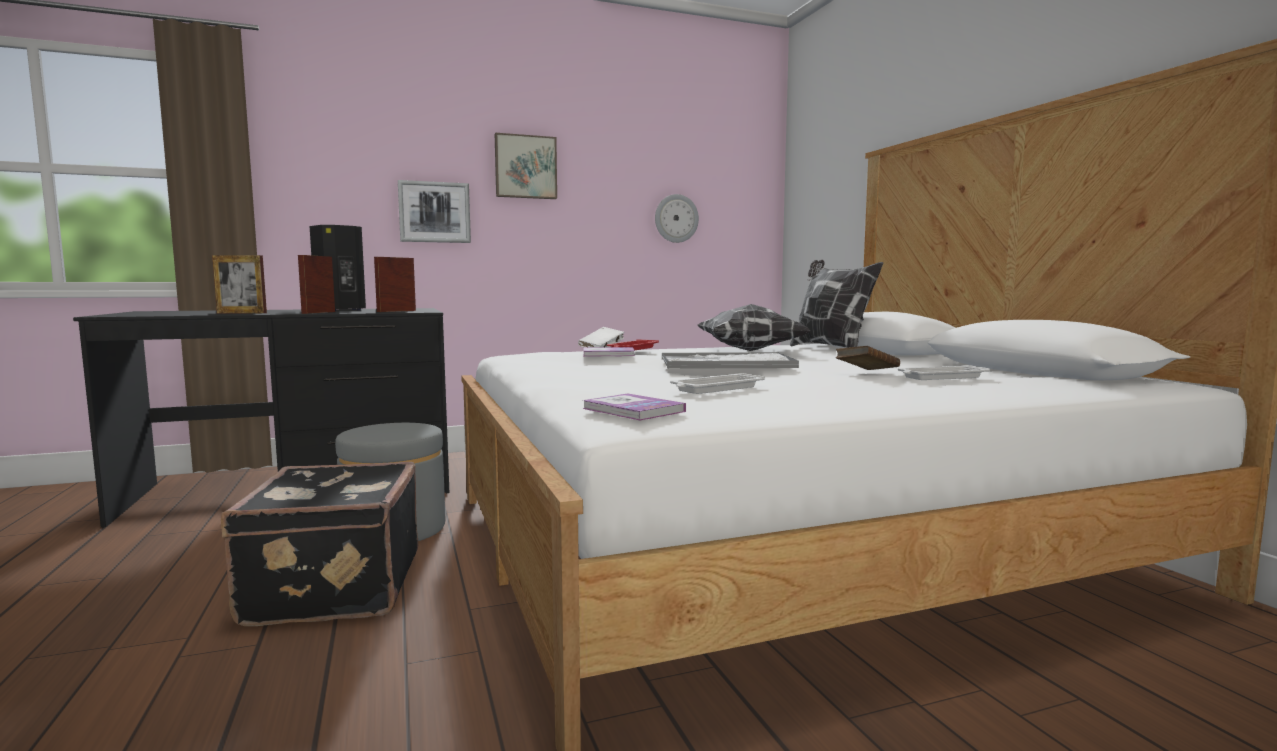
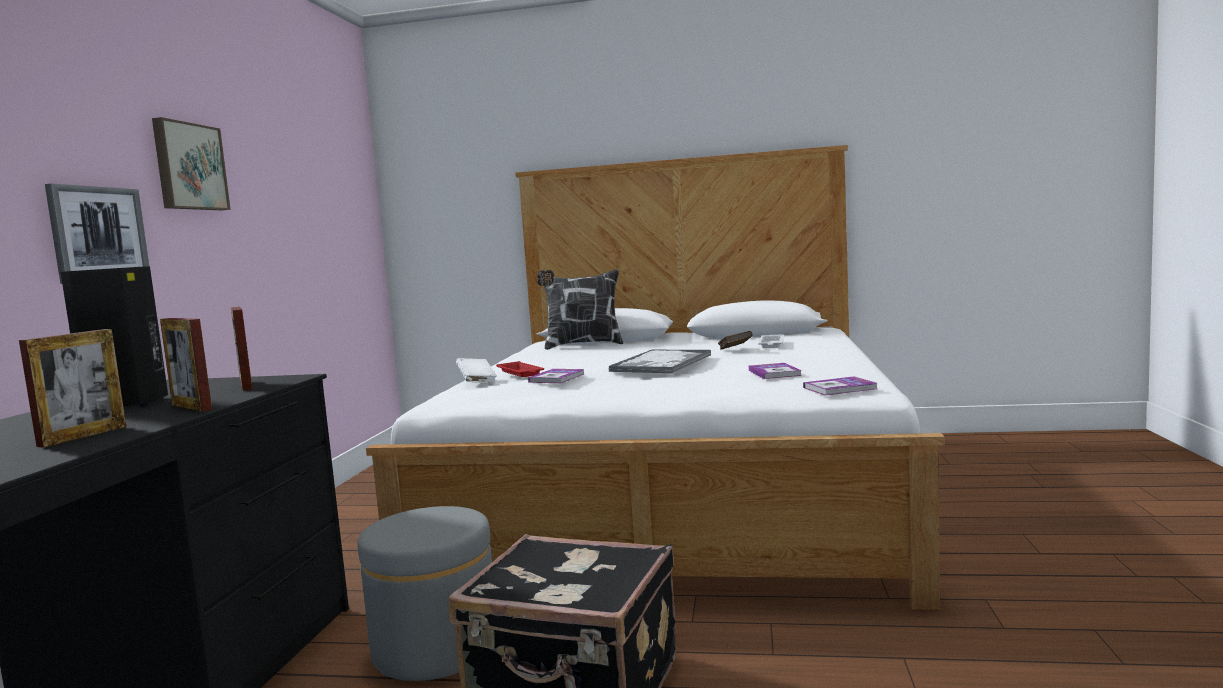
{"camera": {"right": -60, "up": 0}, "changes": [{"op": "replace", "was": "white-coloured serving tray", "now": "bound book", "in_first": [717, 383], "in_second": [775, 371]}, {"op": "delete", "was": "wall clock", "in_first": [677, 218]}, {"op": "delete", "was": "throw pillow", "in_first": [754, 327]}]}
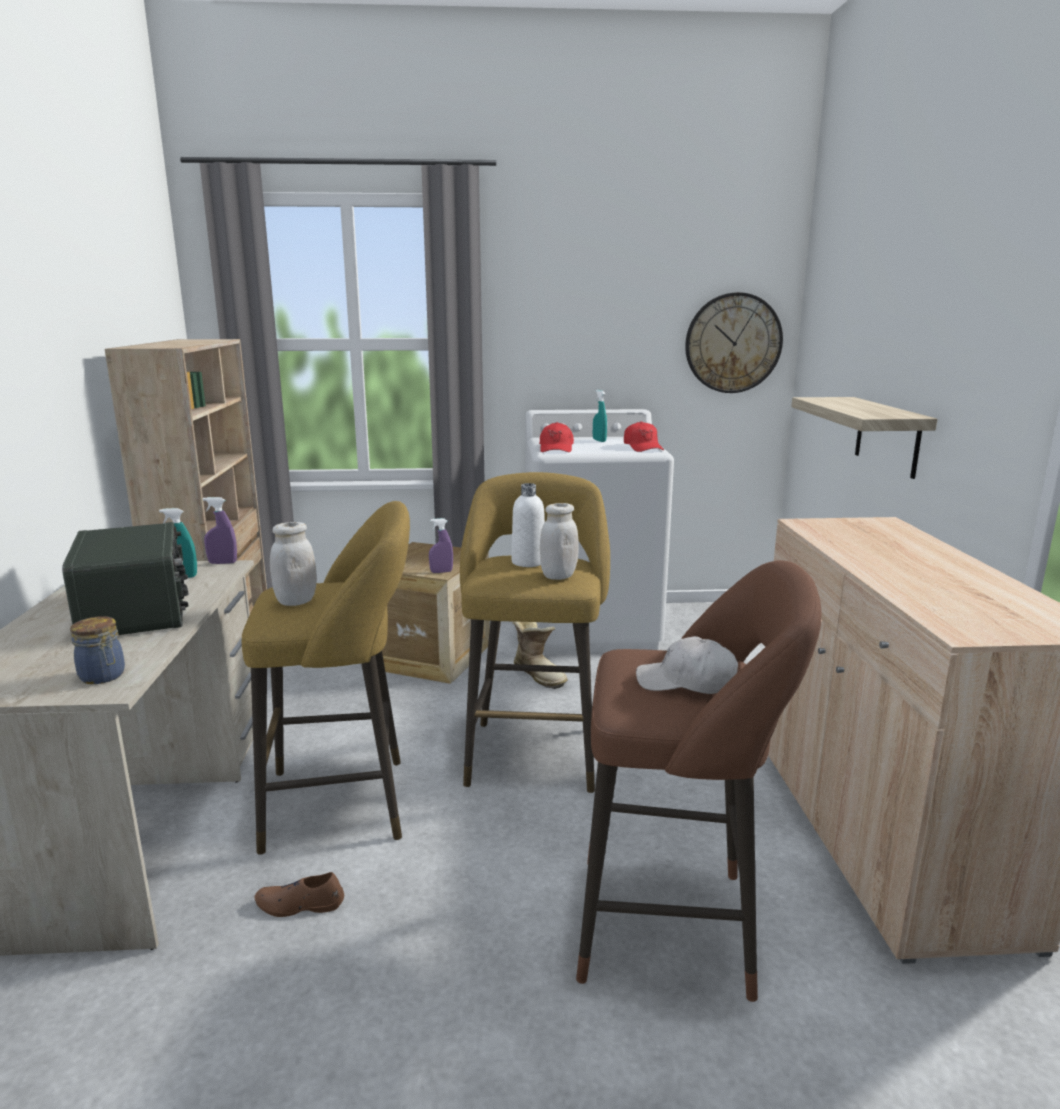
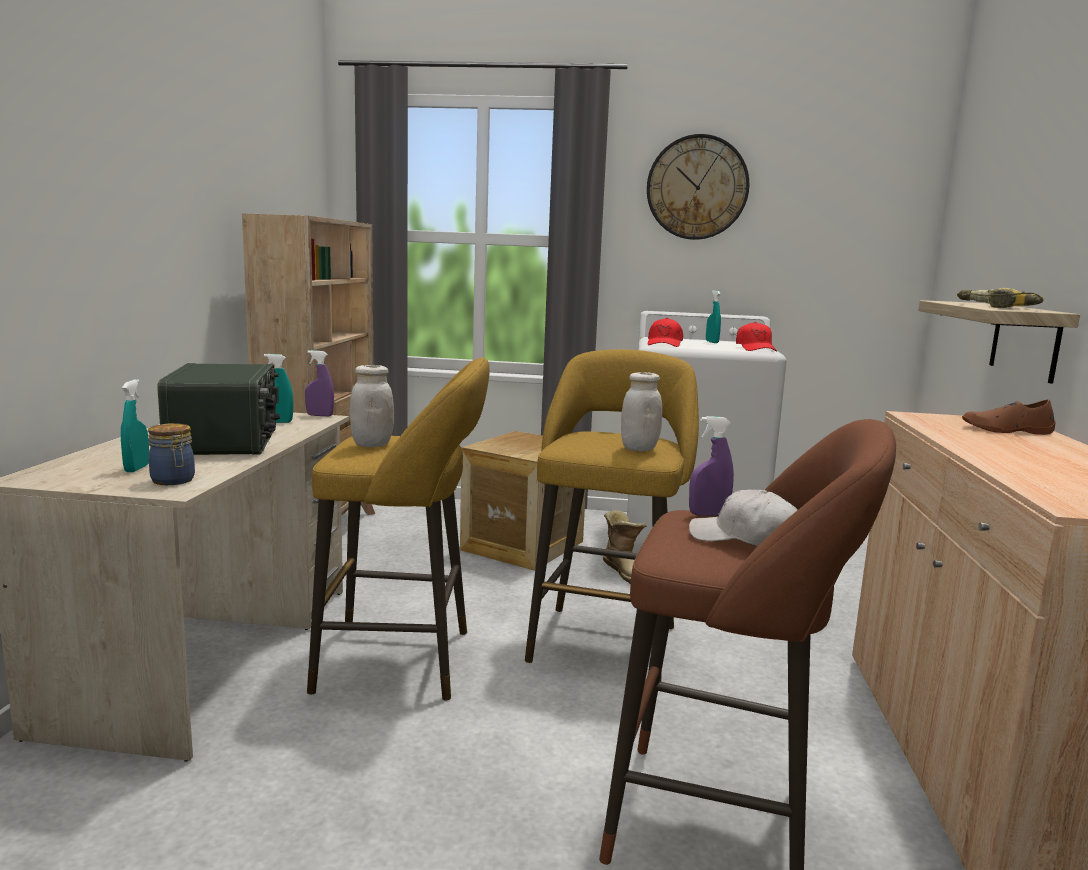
{"camera": {"right": 10, "up": -5}, "changes": [{"op": "insert", "now": "turquoise hand sprayer", "in_second": [135, 425]}, {"op": "move", "was": "wall clock", "in_first": [734, 342], "in_second": [698, 187]}, {"op": "move", "was": "purplish hand sprayer", "in_first": [441, 545], "in_second": [711, 466]}, {"op": "insert", "now": "electric drill", "in_second": [1000, 298]}, {"op": "move", "was": "brown-coloured low shoe", "in_first": [299, 894], "in_second": [1009, 417]}, {"op": "delete", "was": "white-coloured bottle", "in_first": [528, 525]}]}
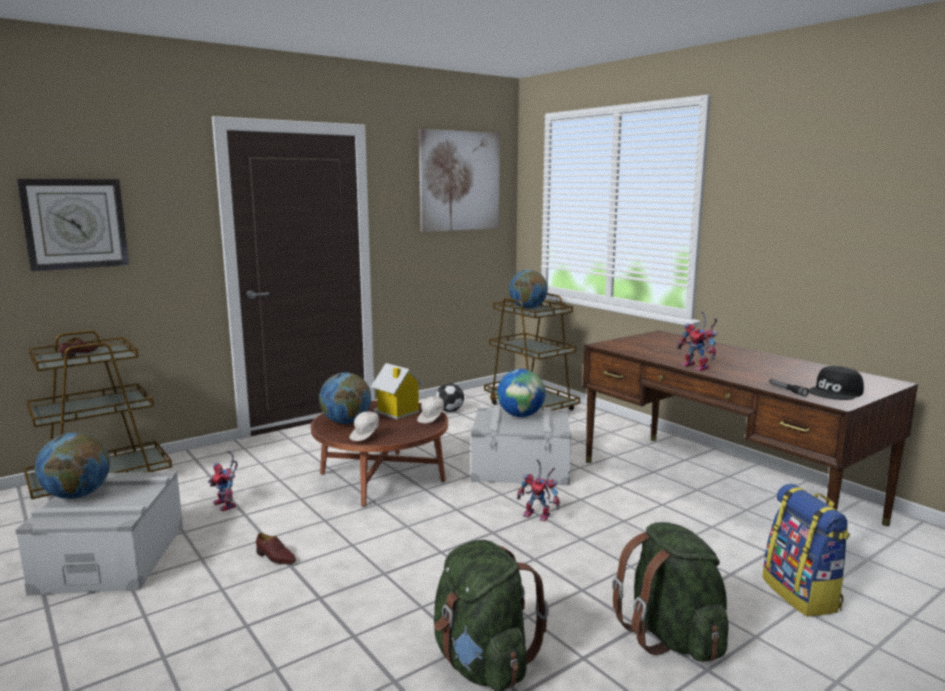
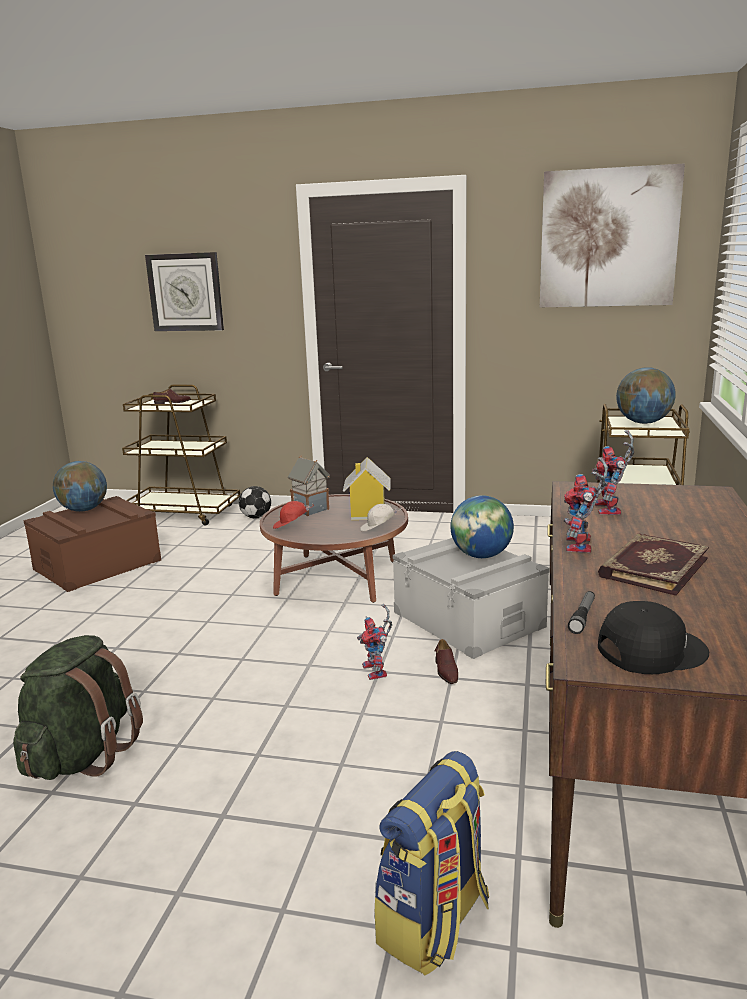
{"camera": {"right": 50, "up": 5}, "changes": [{"op": "recolor", "was": "gray storage container", "now": "brown-coloured storage container", "in_first": [99, 533], "in_second": [92, 544]}, {"op": "move", "was": "football ball", "in_first": [449, 397], "in_second": [255, 502]}, {"op": "recolor", "was": "white-coloured baseball cap", "now": "red baseball cap", "in_first": [364, 426], "in_second": [293, 515]}, {"op": "replace", "was": "desk globe", "now": "toy house", "in_first": [345, 398], "in_second": [309, 486]}, {"op": "move", "was": "brown-coloured low shoe", "in_first": [276, 548], "in_second": [446, 661]}, {"op": "move", "was": "model robot", "in_first": [223, 480], "in_second": [613, 472]}, {"op": "insert", "now": "bound book", "in_second": [653, 564]}, {"op": "rotate", "was": "blackish baseball cap", "in_first": [836, 383], "in_second": [653, 637], "clockwise": 150}, {"op": "delete", "was": "green-coloured rucksack", "in_first": [670, 592]}]}
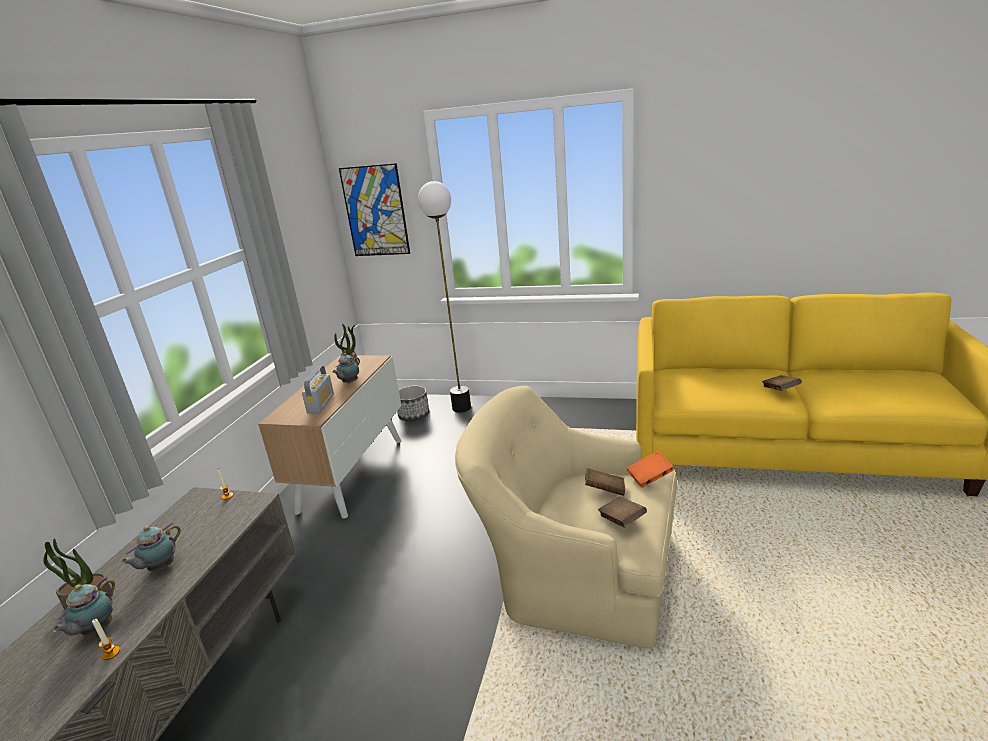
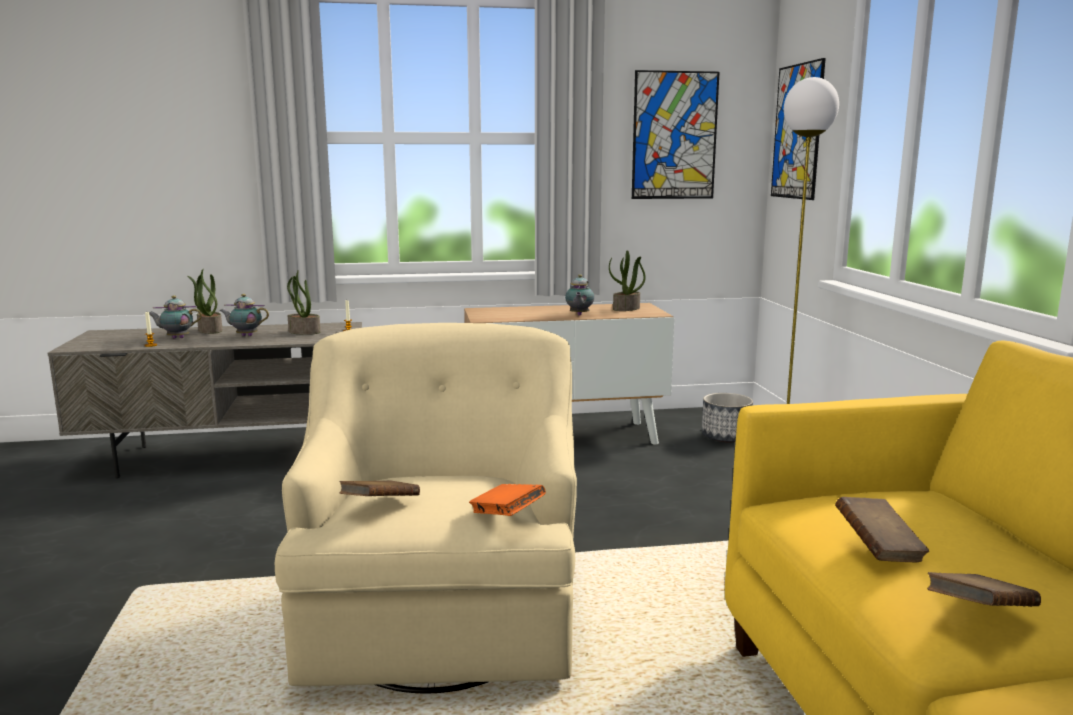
{"camera": {"right": 65, "up": -10}, "changes": [{"op": "insert", "now": "houseplant", "in_second": [304, 302]}, {"op": "rotate", "was": "pot for tea", "in_first": [346, 368], "in_second": [579, 295], "clockwise": -90}, {"op": "insert", "now": "picture", "in_second": [676, 134]}, {"op": "move", "was": "brown-coloured bound book", "in_first": [605, 482], "in_second": [882, 529]}, {"op": "delete", "was": "radio receiver", "in_first": [318, 389]}]}
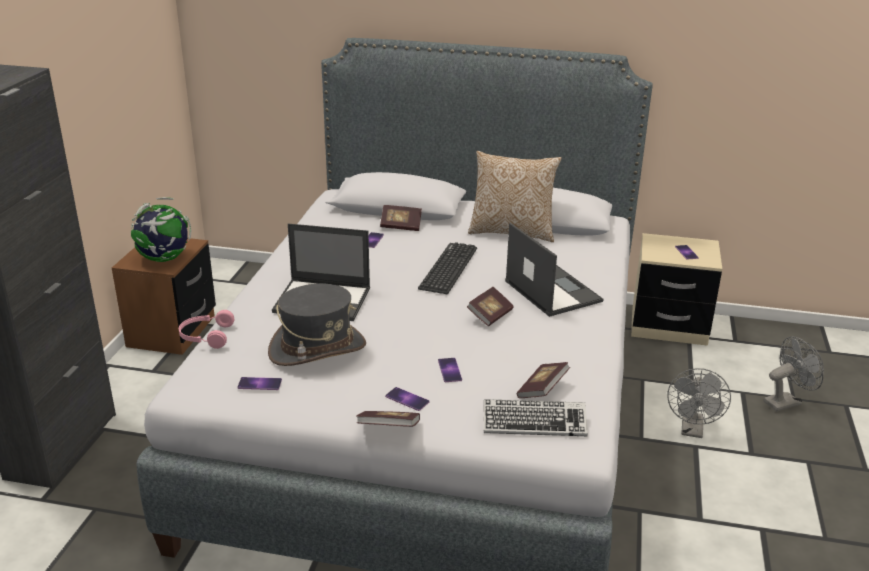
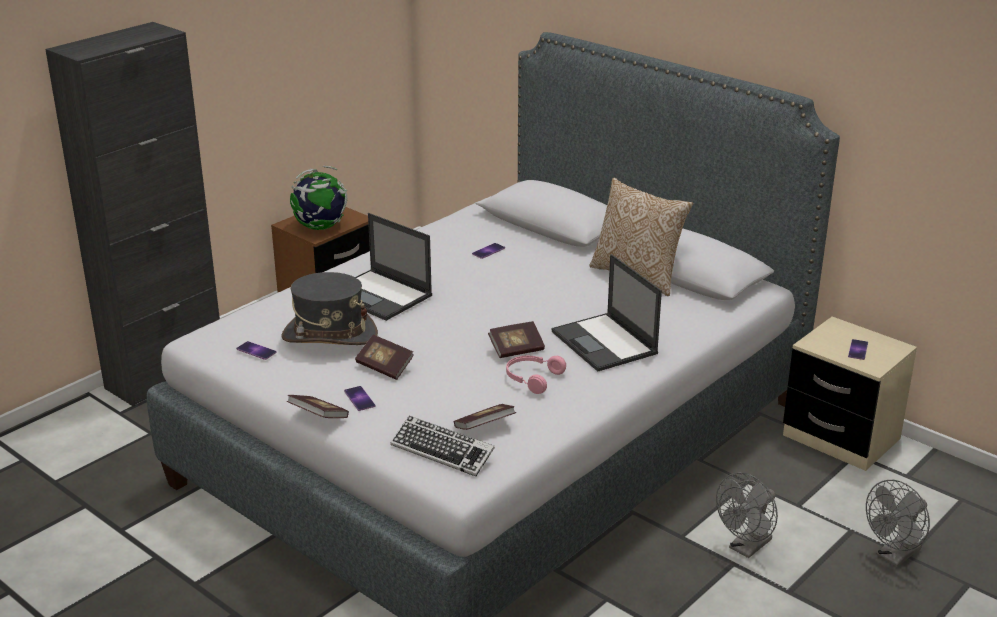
{"camera": {"right": 30, "up": 0}, "changes": [{"op": "move", "was": "bound book", "in_first": [401, 218], "in_second": [384, 357]}, {"op": "move", "was": "pink pair of headphones", "in_first": [206, 329], "in_second": [536, 375]}, {"op": "rotate", "was": "laptop", "in_first": [554, 270], "in_second": [607, 312], "clockwise": 150}, {"op": "rotate", "was": "gray electric fan", "in_first": [793, 374], "in_second": [898, 523], "clockwise": 135}, {"op": "delete", "was": "PC keyboard", "in_first": [447, 268]}, {"op": "delete", "was": "telephone", "in_first": [450, 370]}]}
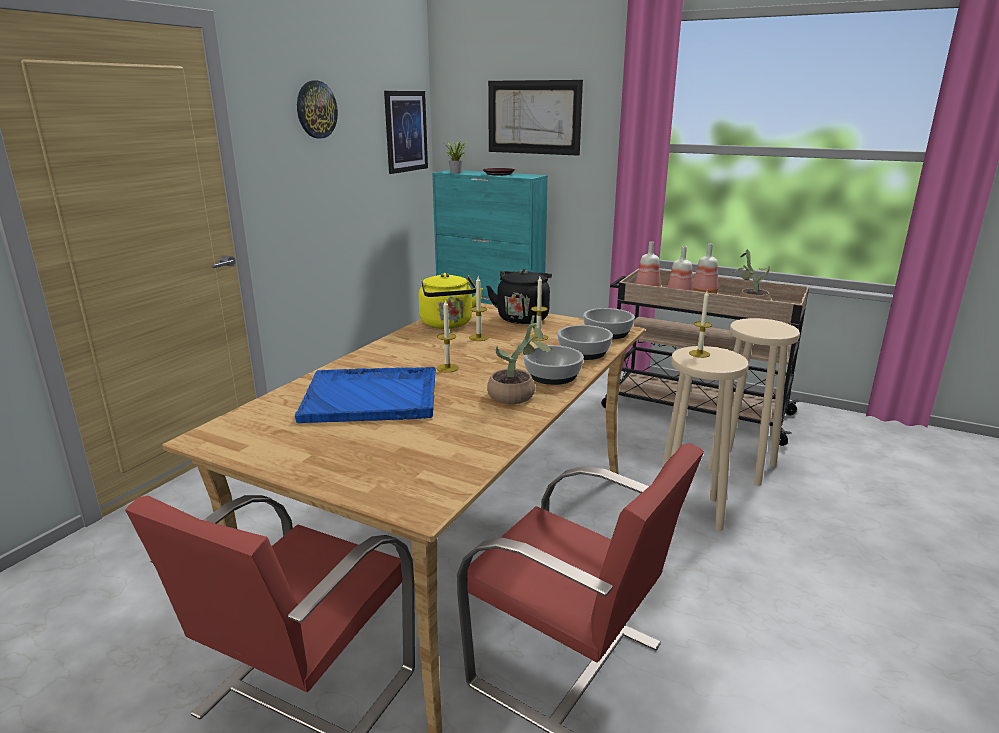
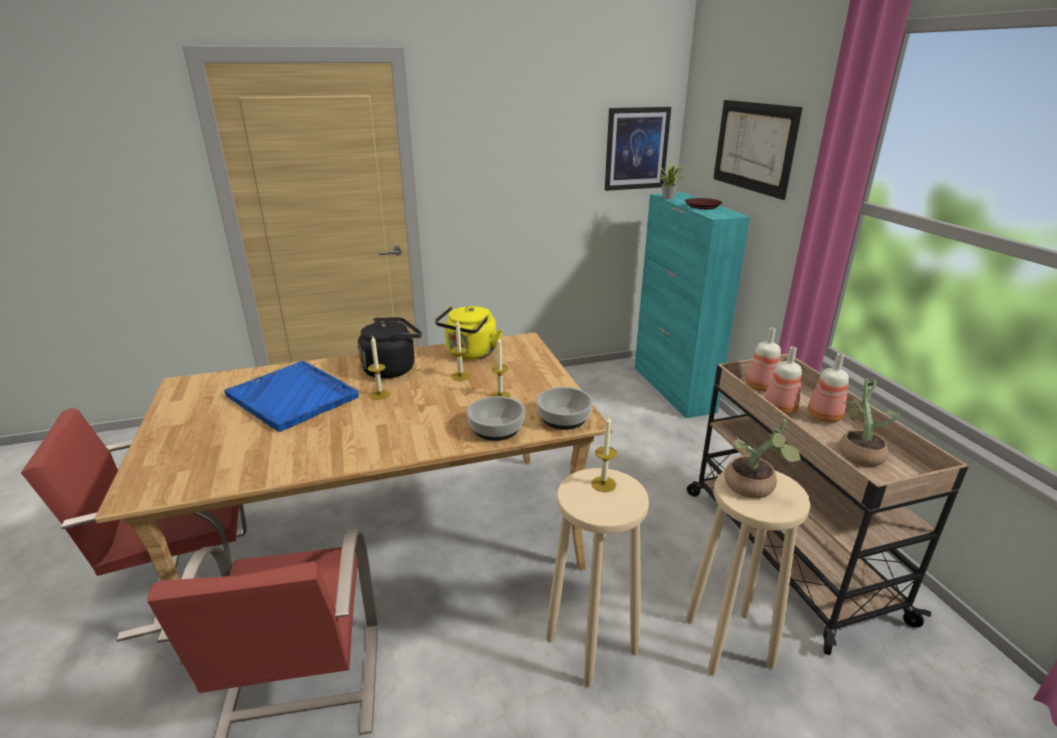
{"camera": {"right": 45, "up": 5}, "changes": [{"op": "move", "was": "blackish kettle", "in_first": [519, 296], "in_second": [390, 348]}, {"op": "move", "was": "houseplant", "in_first": [520, 359], "in_second": [763, 458]}, {"op": "delete", "was": "wall clock", "in_first": [317, 109]}, {"op": "delete", "was": "bowl", "in_first": [554, 365]}]}
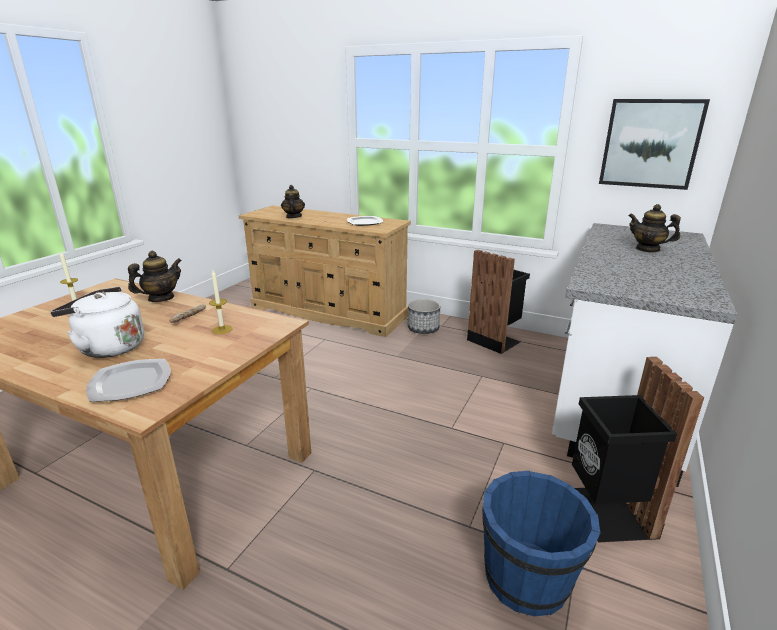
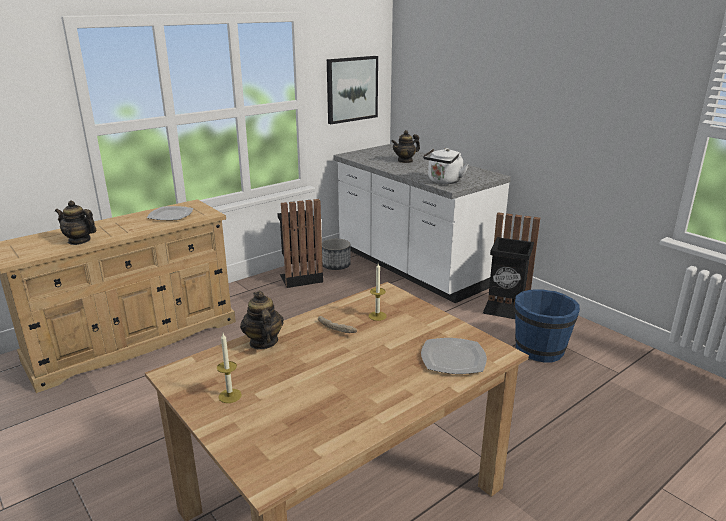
{"camera": {"right": -65, "up": 0}, "changes": [{"op": "move", "was": "flower pot", "in_first": [424, 316], "in_second": [336, 254]}, {"op": "move", "was": "white-coloured kettle", "in_first": [97, 322], "in_second": [445, 166]}]}
